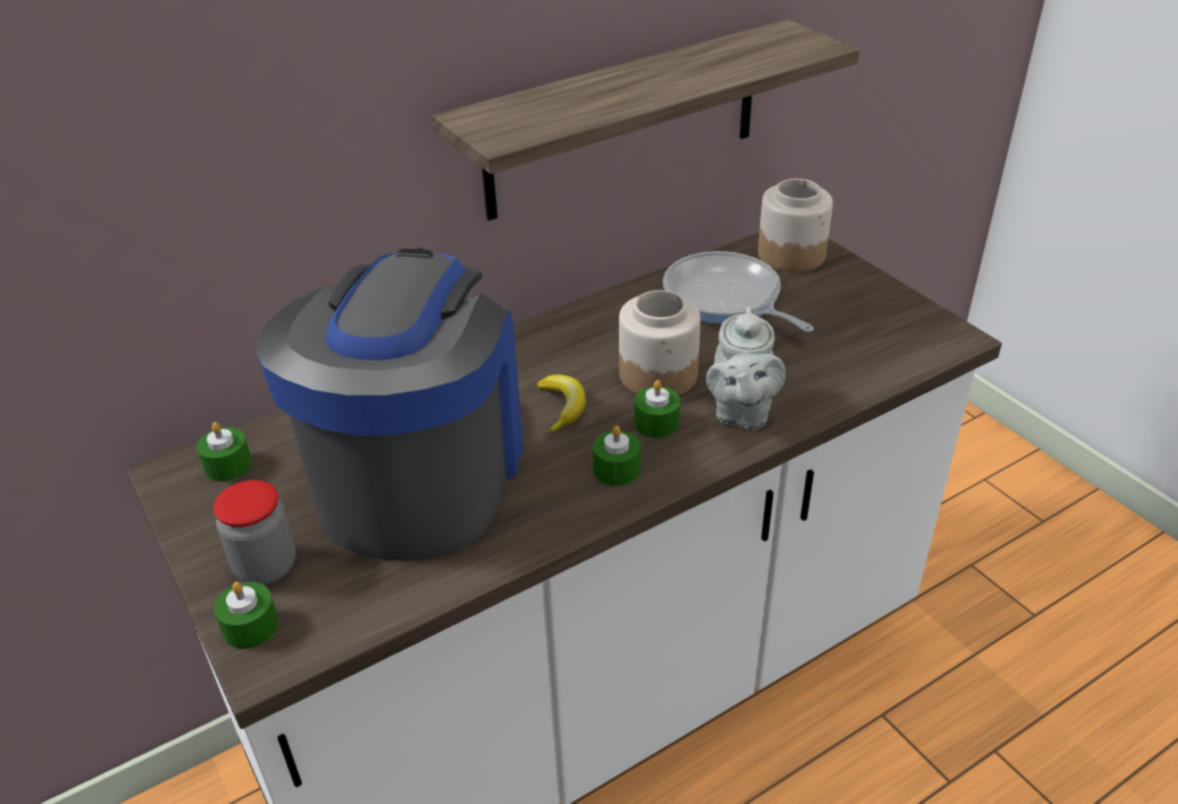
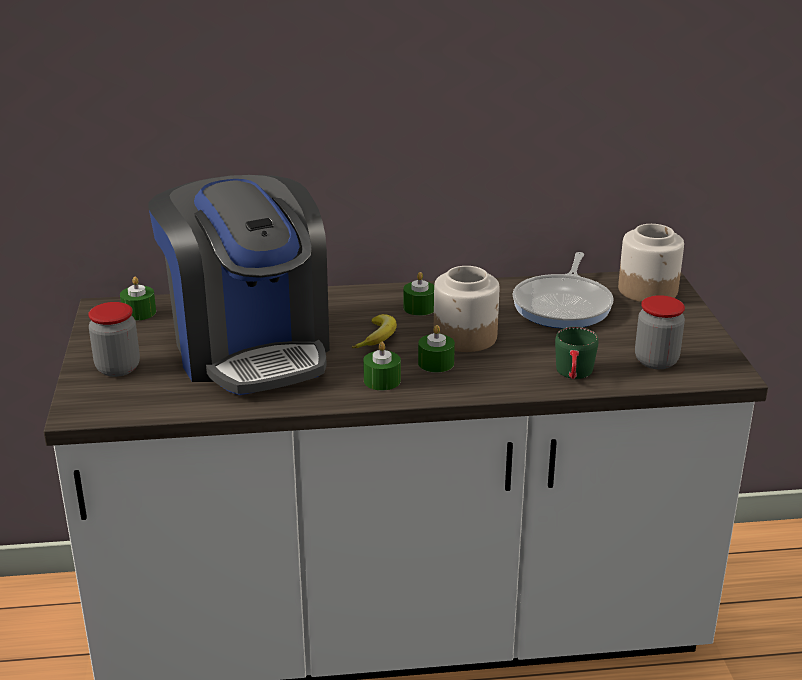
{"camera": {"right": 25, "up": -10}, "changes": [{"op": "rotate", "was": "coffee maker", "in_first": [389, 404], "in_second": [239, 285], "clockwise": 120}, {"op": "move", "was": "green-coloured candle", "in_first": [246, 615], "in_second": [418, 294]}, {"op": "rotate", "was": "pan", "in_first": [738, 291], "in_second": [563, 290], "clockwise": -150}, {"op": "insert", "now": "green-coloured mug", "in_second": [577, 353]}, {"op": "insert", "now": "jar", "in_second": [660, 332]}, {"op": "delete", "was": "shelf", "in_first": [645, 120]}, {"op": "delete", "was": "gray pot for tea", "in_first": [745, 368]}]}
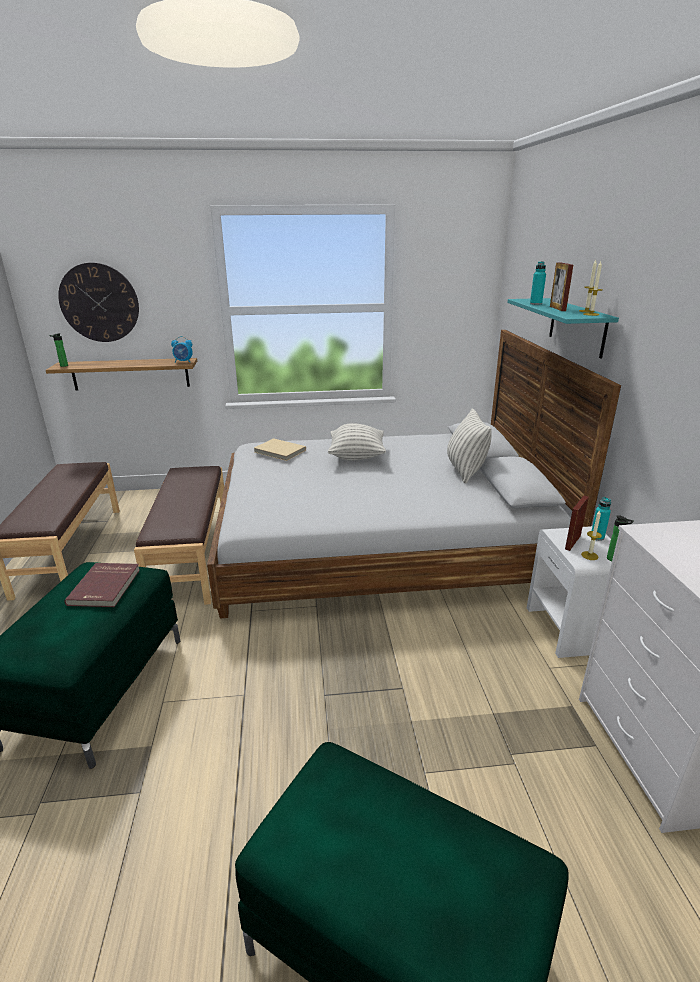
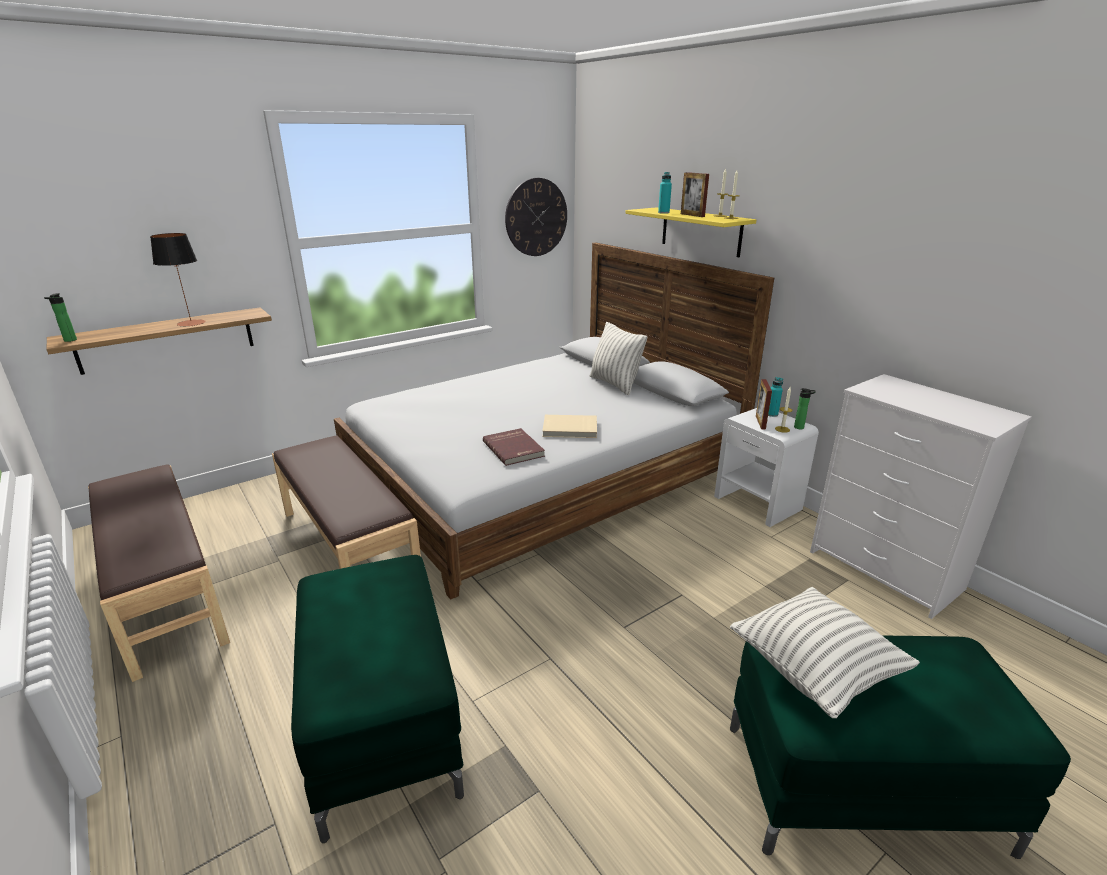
{"camera": {"right": -30, "up": 0}, "changes": [{"op": "insert", "now": "tabletop lamp", "in_second": [177, 279]}, {"op": "move", "was": "red bound book", "in_first": [102, 585], "in_second": [514, 447]}, {"op": "move", "was": "wall clock", "in_first": [98, 302], "in_second": [536, 217]}, {"op": "move", "was": "beige bound book", "in_first": [280, 449], "in_second": [569, 426]}, {"op": "recolor", "was": "turquoise shelf", "now": "yellow-coloured shelf", "in_first": [563, 328], "in_second": [691, 232]}, {"op": "move", "was": "throw pillow", "in_first": [357, 442], "in_second": [825, 652]}, {"op": "delete", "was": "table clock", "in_first": [182, 349]}]}
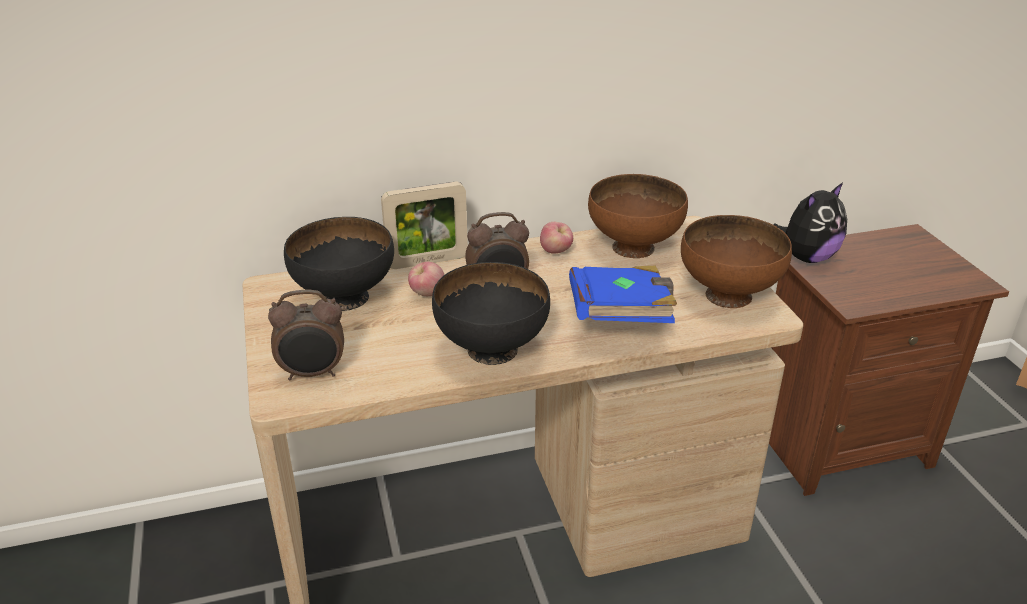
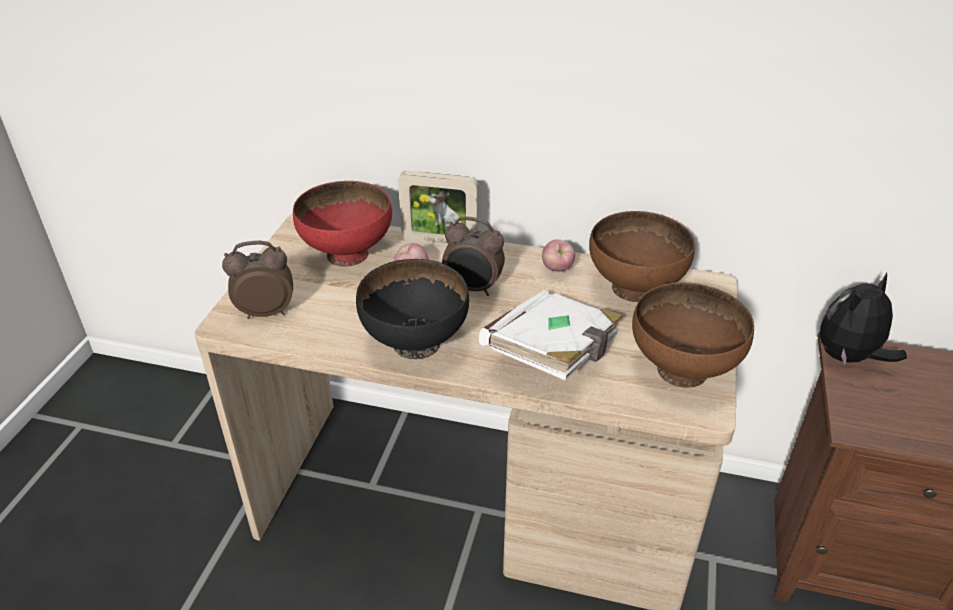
{"camera": {"right": 30, "up": 5}, "changes": [{"op": "rotate", "was": "table clock", "in_first": [306, 335], "in_second": [257, 280], "clockwise": 150}, {"op": "recolor", "was": "blackish bowl", "now": "red bowl", "in_first": [339, 264], "in_second": [342, 224]}, {"op": "recolor", "was": "blue bound book", "now": "white-coloured bound book", "in_first": [623, 294], "in_second": [551, 335]}, {"op": "rotate", "was": "cuddly toy", "in_first": [810, 222], "in_second": [863, 319], "clockwise": 150}]}
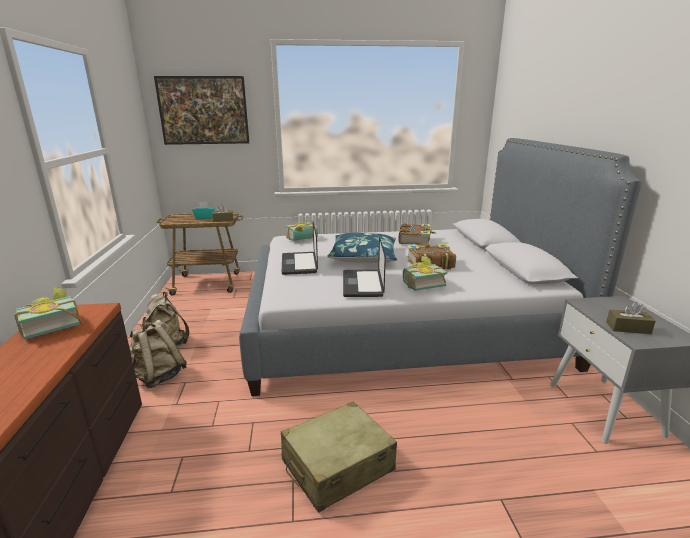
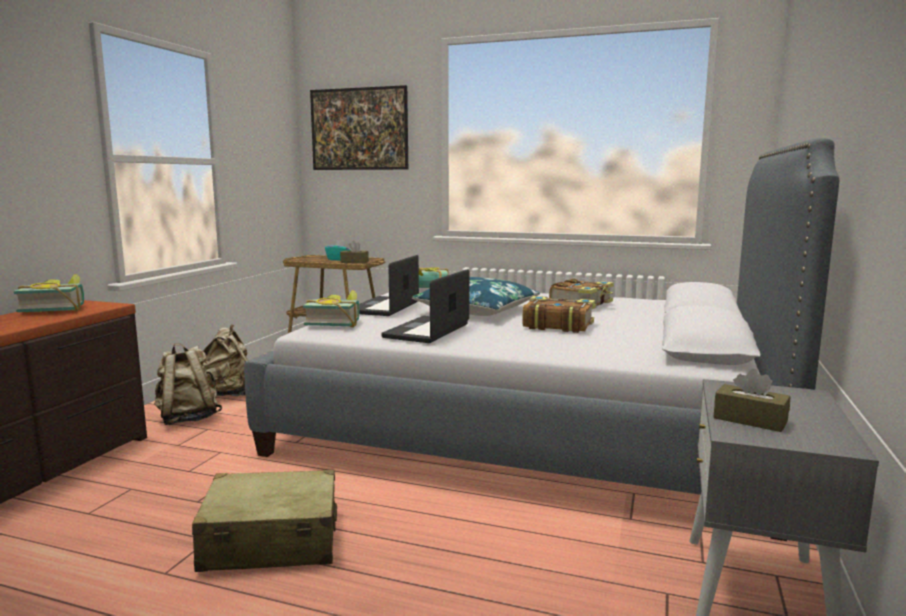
{"camera": {"right": 25, "up": -10}, "changes": [{"op": "move", "was": "bound book", "in_first": [425, 273], "in_second": [331, 309]}]}
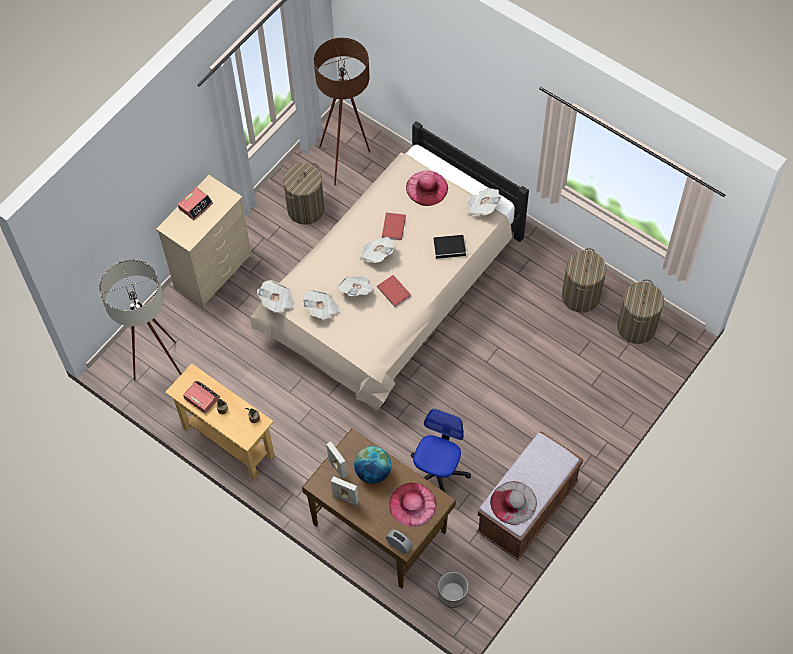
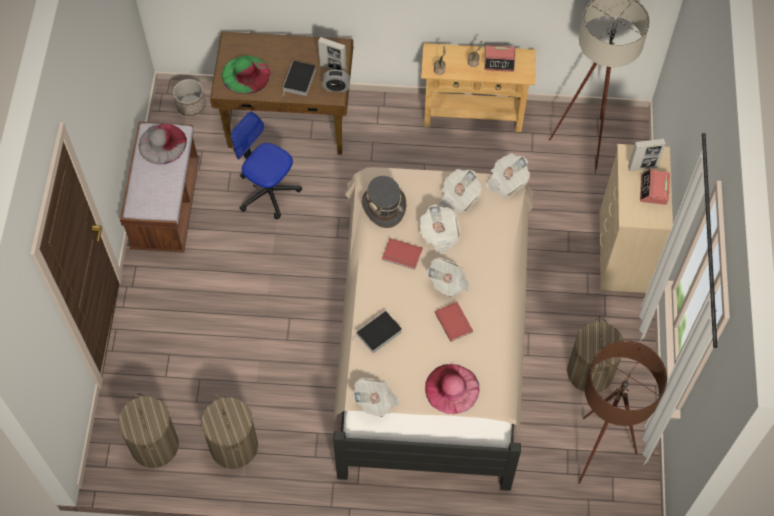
{"camera": {"right": 145, "up": 0}, "changes": [{"op": "recolor", "was": "pink clothing hat", "now": "green-coloured clothing hat", "in_first": [413, 505], "in_second": [246, 75]}, {"op": "rotate", "was": "desk chair", "in_first": [441, 450], "in_second": [266, 165], "clockwise": 135}, {"op": "replace", "was": "desk globe", "now": "bound book", "in_first": [372, 465], "in_second": [299, 79]}, {"op": "move", "was": "table clock", "in_first": [399, 541], "in_second": [336, 81]}, {"op": "insert", "now": "gray clothing hat", "in_second": [384, 202]}, {"op": "move", "was": "standing frame", "in_first": [345, 491], "in_second": [647, 155]}]}
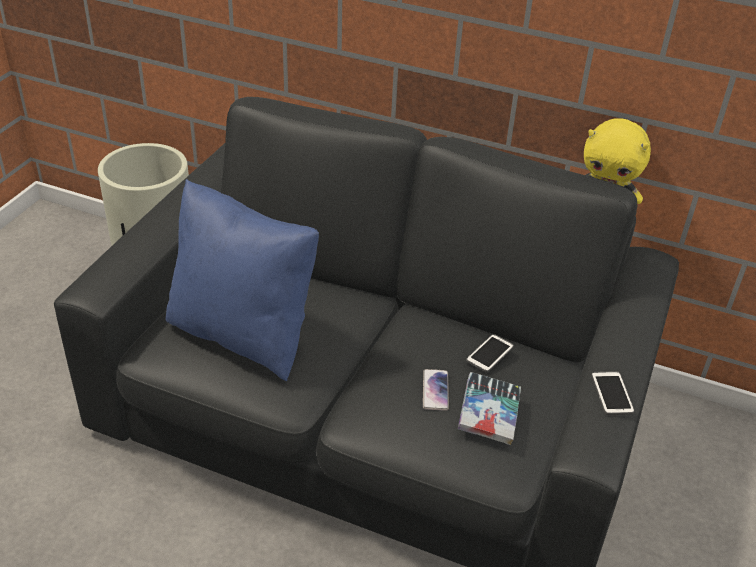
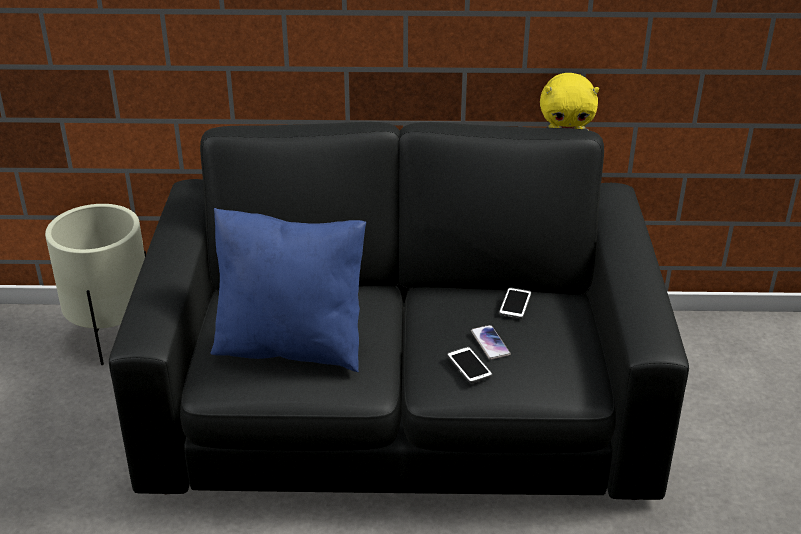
{"camera": {"right": -20, "up": -5}, "changes": [{"op": "move", "was": "telephone", "in_first": [613, 393], "in_second": [469, 365]}, {"op": "delete", "was": "bound book", "in_first": [489, 408]}]}
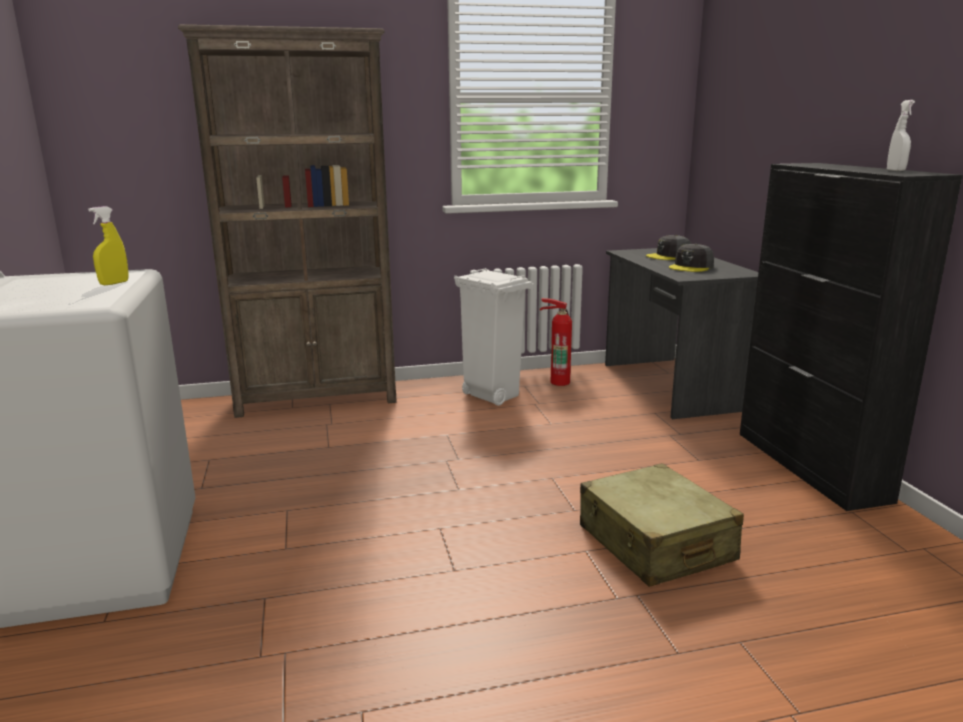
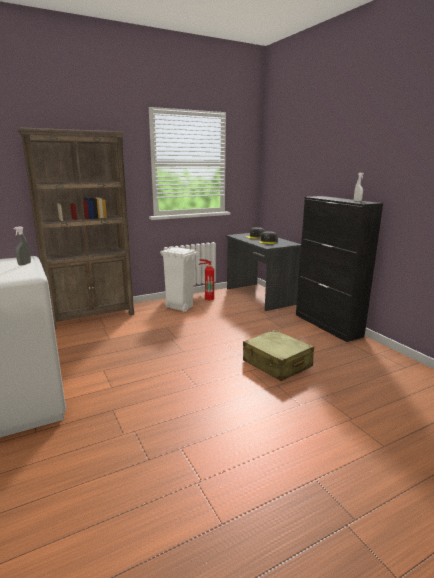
{"camera": {"right": -15, "up": 0}, "changes": [{"op": "recolor", "was": "yellow-coloured hand sprayer", "now": "gray hand sprayer", "in_first": [108, 245], "in_second": [22, 246]}]}
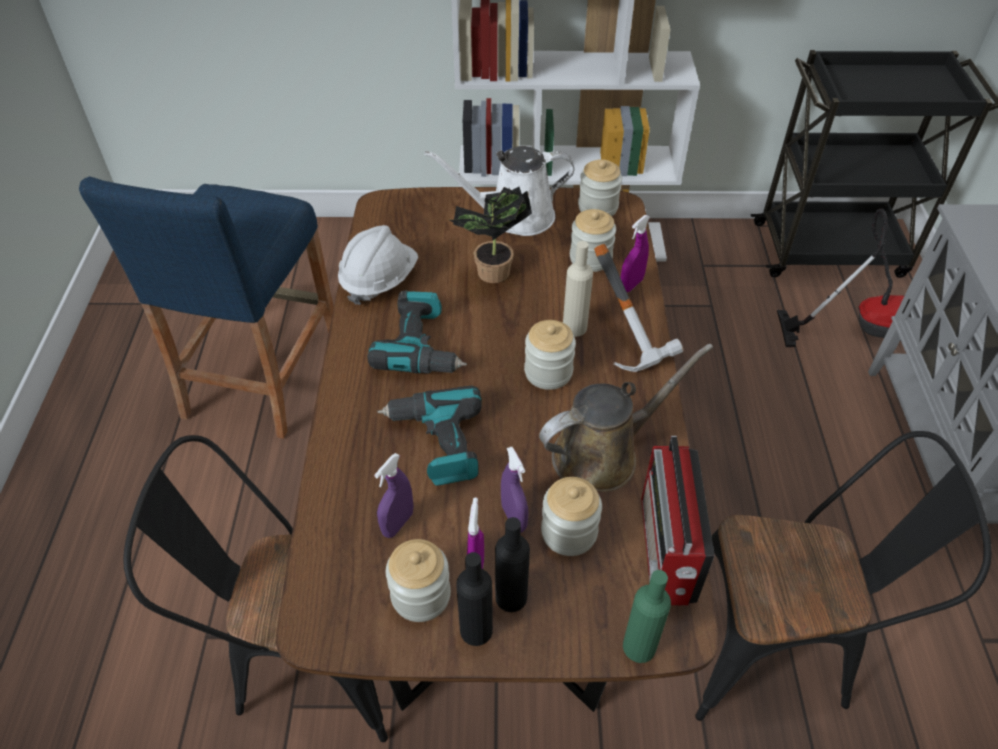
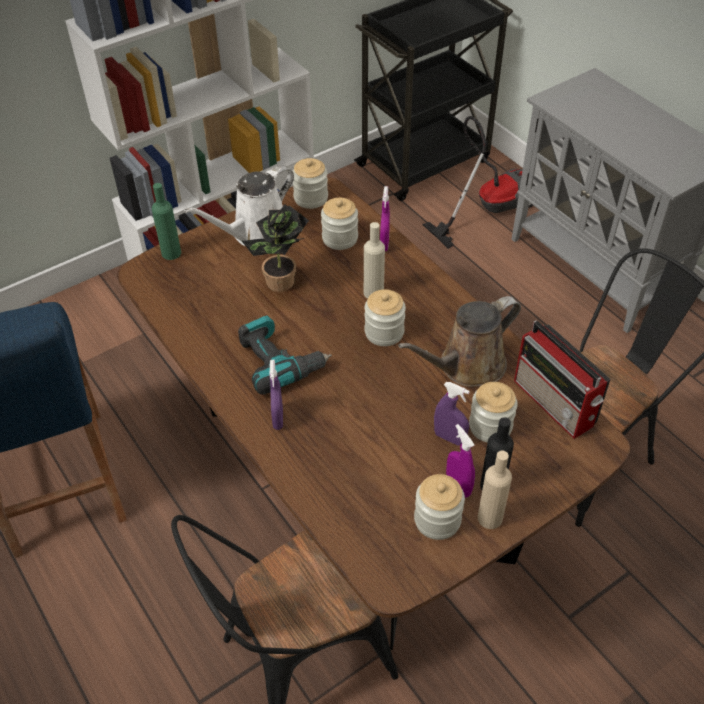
{"camera": {"right": -35, "up": 0}, "changes": [{"op": "move", "was": "green-coloured bottle", "in_first": [647, 616], "in_second": [166, 221]}, {"op": "move", "was": "purplish hand sprayer", "in_first": [393, 495], "in_second": [276, 395]}, {"op": "rotate", "was": "brown-coloured sprinkling can", "in_first": [626, 418], "in_second": [459, 341], "clockwise": -150}, {"op": "recolor", "was": "blackish bottle", "now": "beige bottle", "in_first": [474, 599], "in_second": [495, 490]}, {"op": "delete", "was": "white-coloured safety helmet", "in_first": [378, 265]}, {"op": "delete", "was": "electric drill", "in_first": [429, 436]}, {"op": "delete", "was": "tool hammer", "in_first": [638, 308]}]}
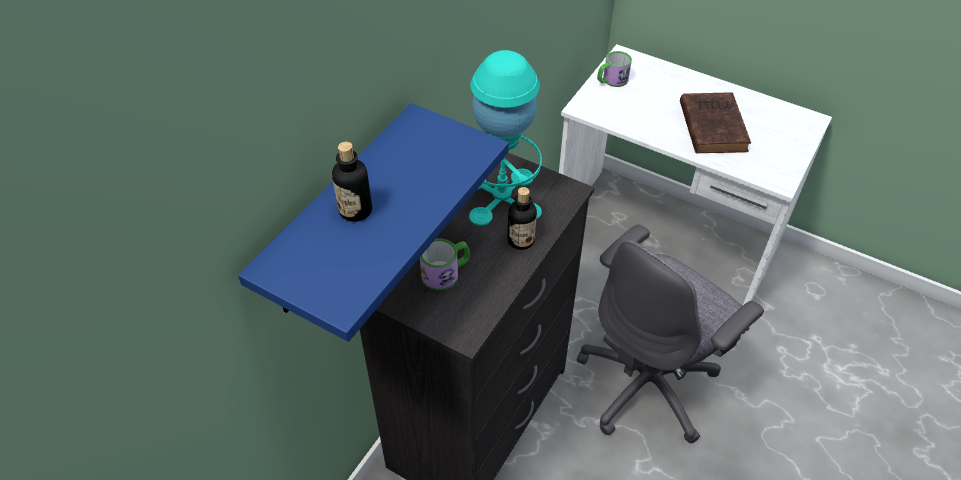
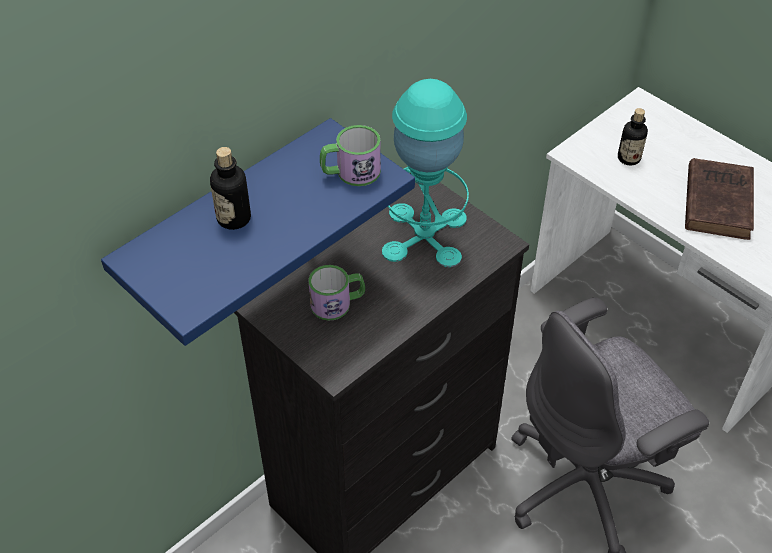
{"camera": {"right": 15, "up": 0}, "changes": [{"op": "move", "was": "mug", "in_first": [614, 69], "in_second": [350, 155]}, {"op": "move", "was": "bottle", "in_first": [522, 218], "in_second": [633, 136]}]}
